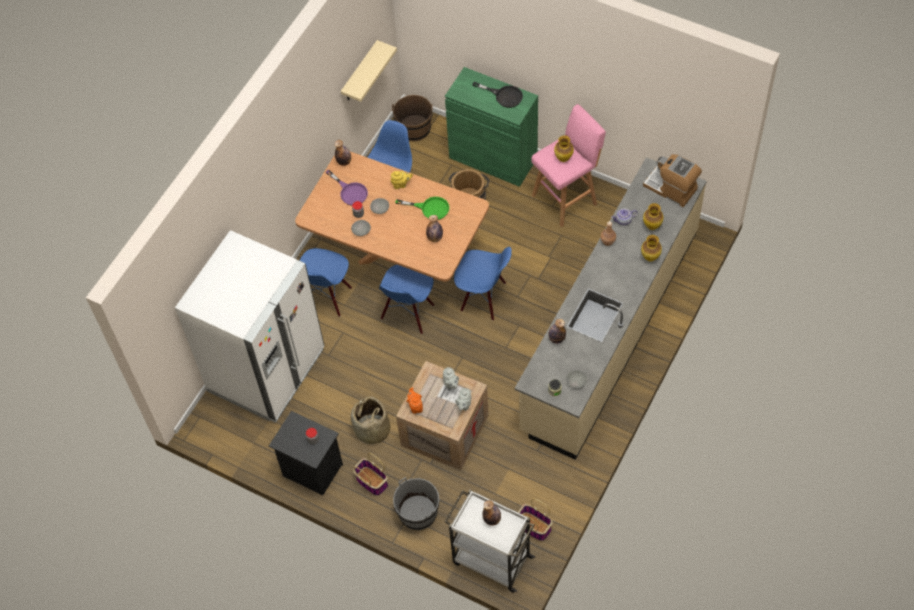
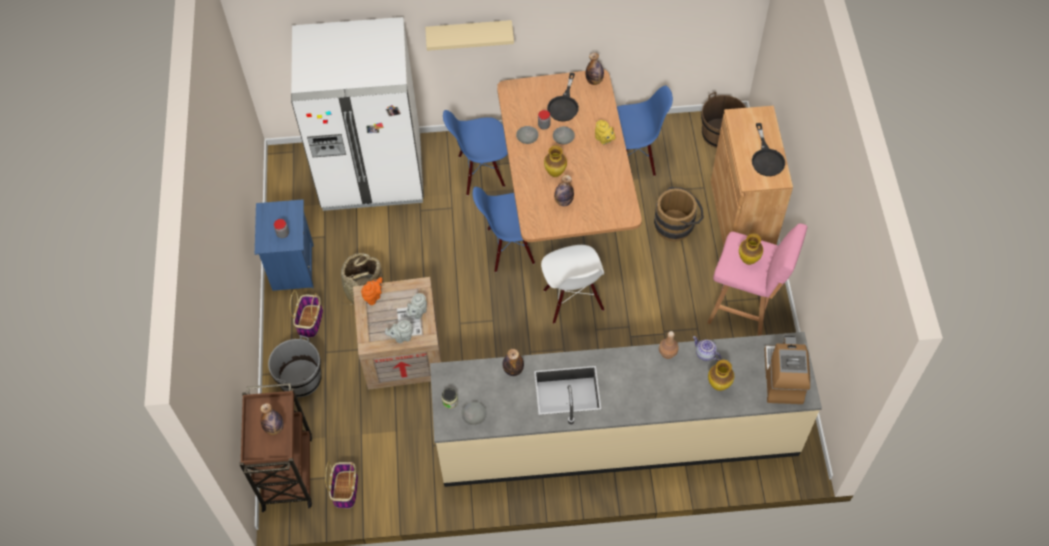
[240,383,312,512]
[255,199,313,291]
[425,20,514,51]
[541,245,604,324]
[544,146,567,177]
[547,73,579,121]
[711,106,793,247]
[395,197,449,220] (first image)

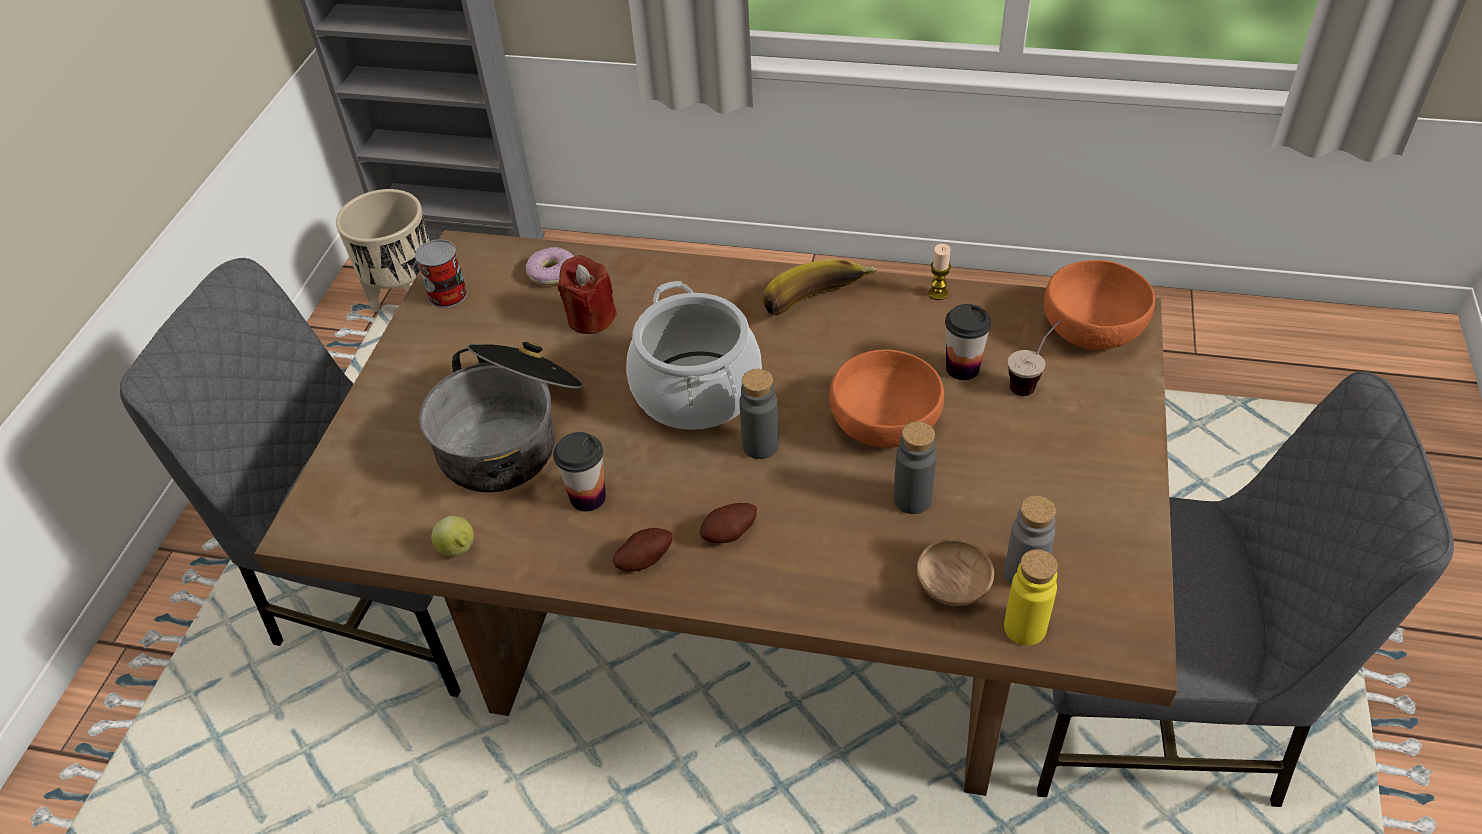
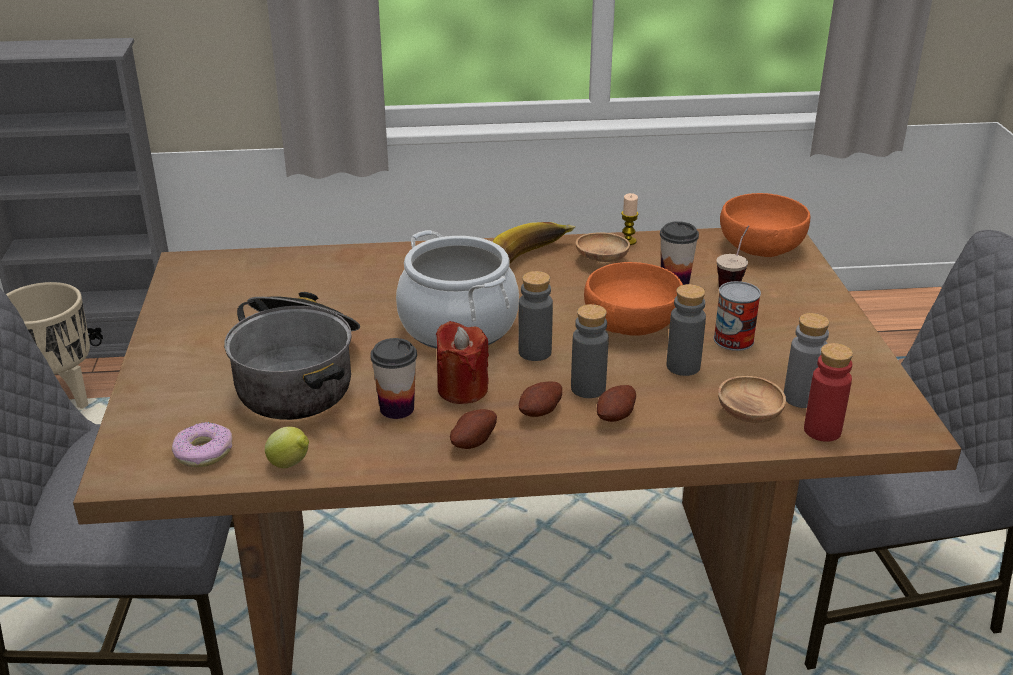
[172,422,232,468]
[436,321,489,404]
[571,304,609,398]
[576,233,630,264]
[597,385,636,422]
[714,281,761,351]
[804,343,853,442]

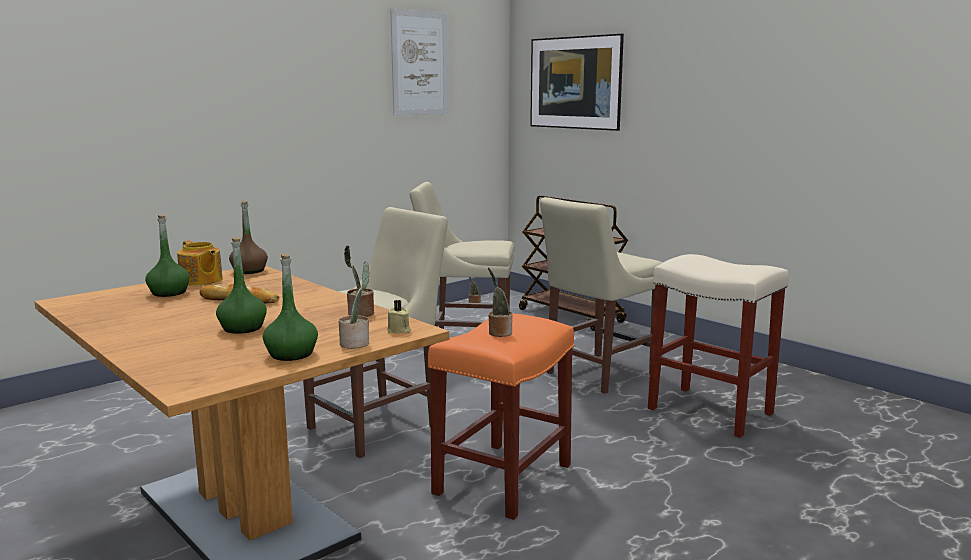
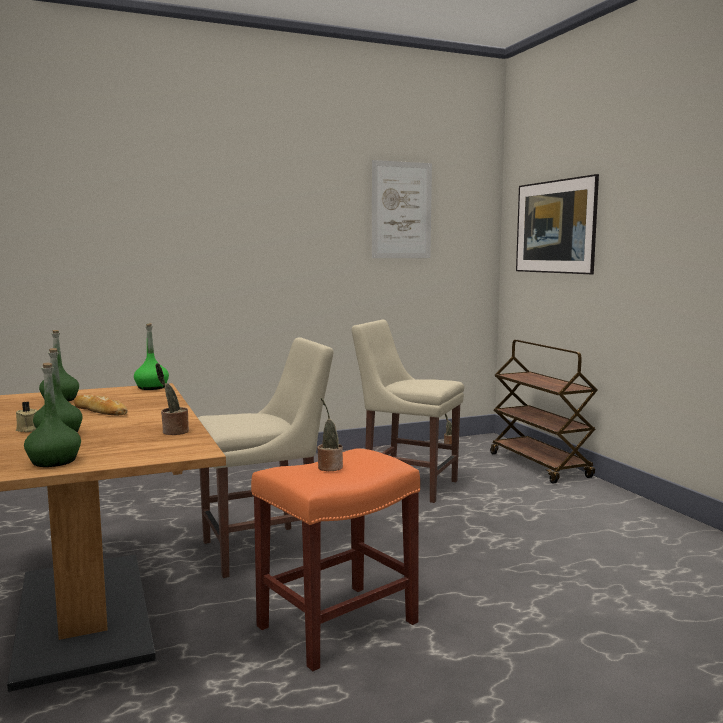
[16,402,37,432]
[134,323,169,390]
[177,241,223,286] (first image)
[339,261,369,349] (first image)
[540,197,662,394] (first image)
[648,254,789,438] (first image)

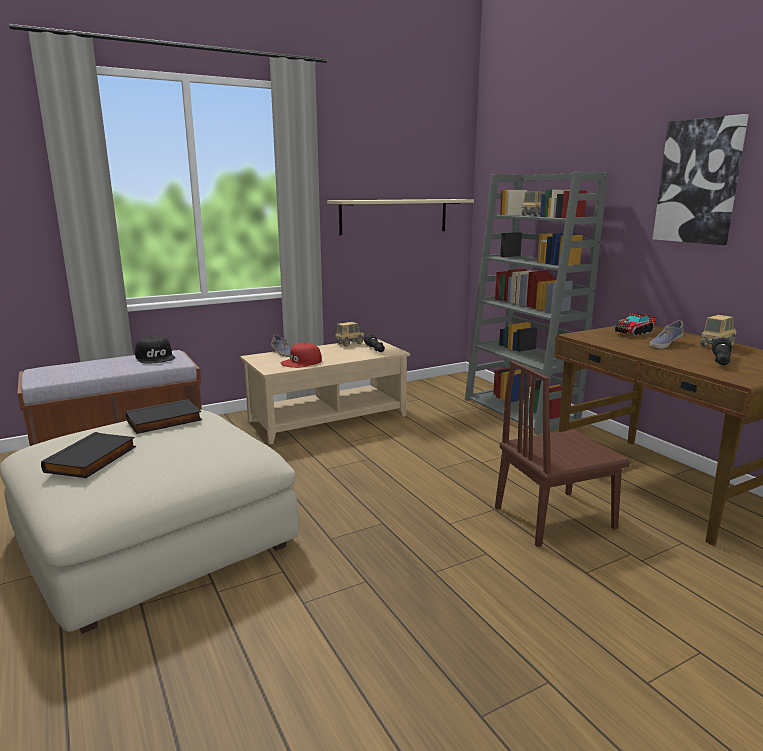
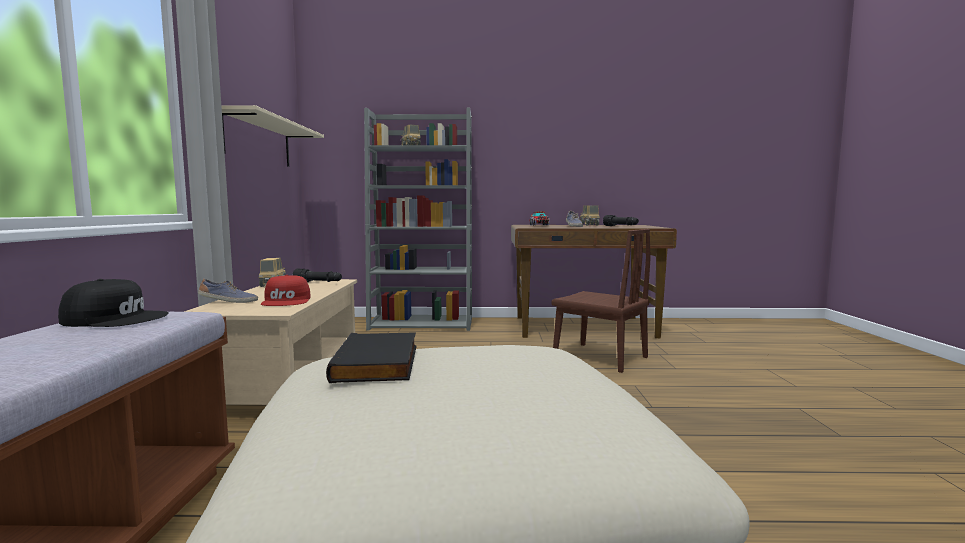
[551,229,651,373]
[41,432,136,478] (first image)
[653,114,749,245] (first image)

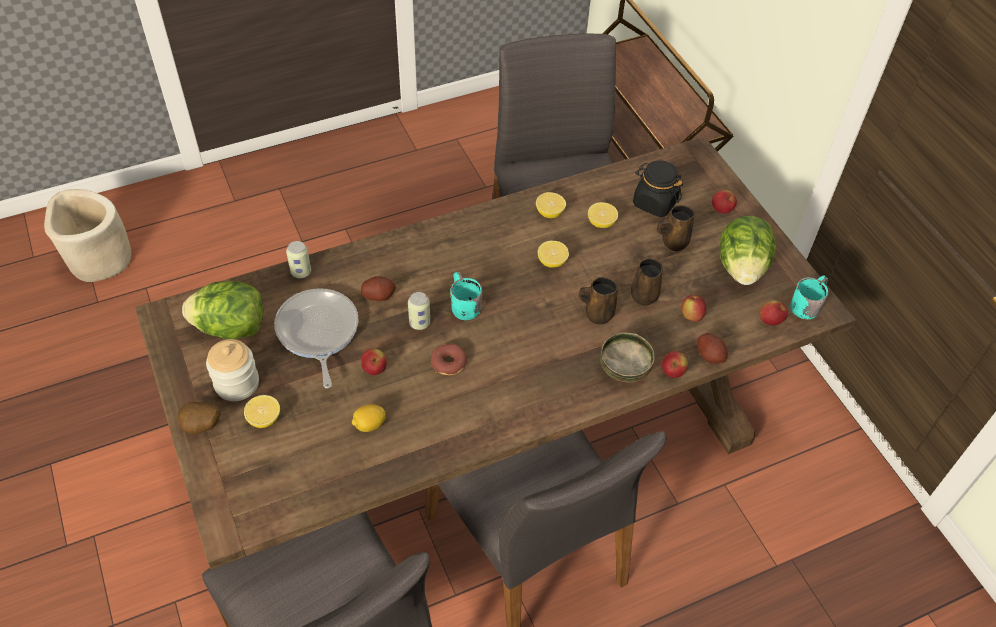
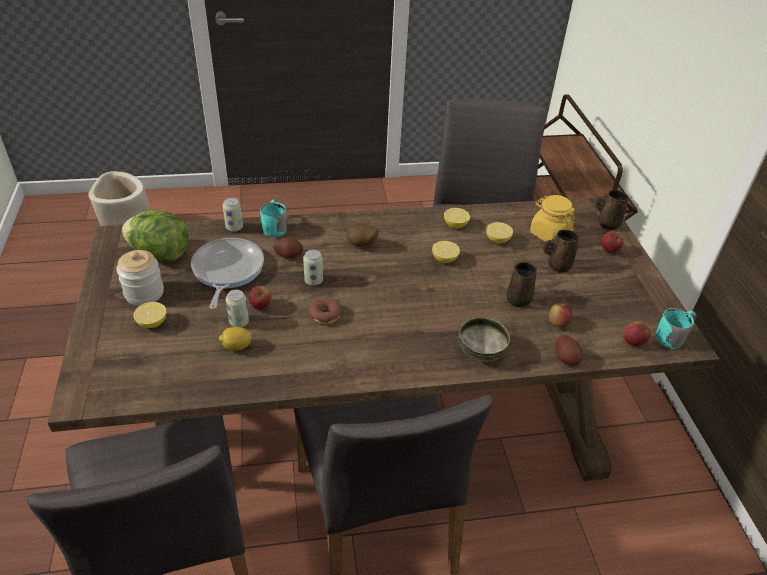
[226,290,249,327]
[260,200,287,237]
[347,223,379,247]
[530,195,575,242]
[595,190,629,230]
[662,351,688,378] (first image)
[720,216,776,285] (first image)

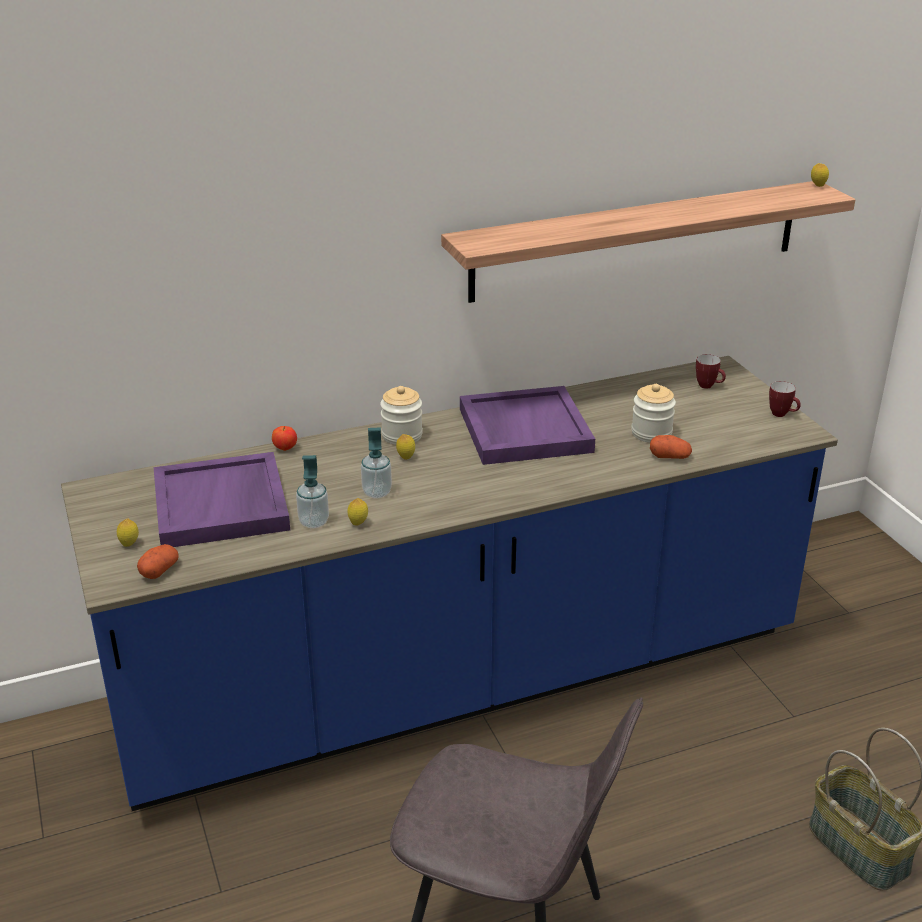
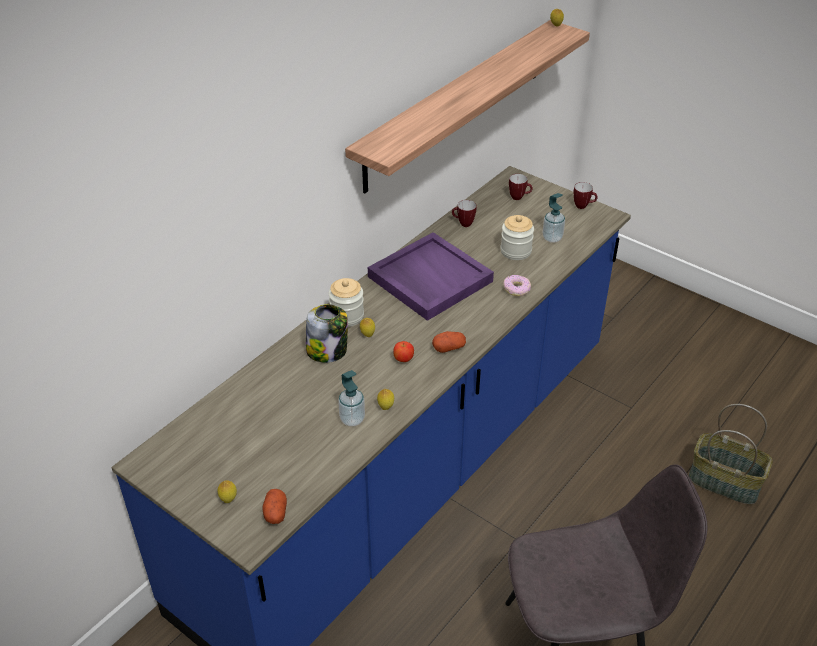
[306,304,348,363]
[393,341,414,362]
[432,331,466,353]
[452,200,477,227]
[503,275,531,296]
[543,193,565,243]
[154,452,290,547] (first image)

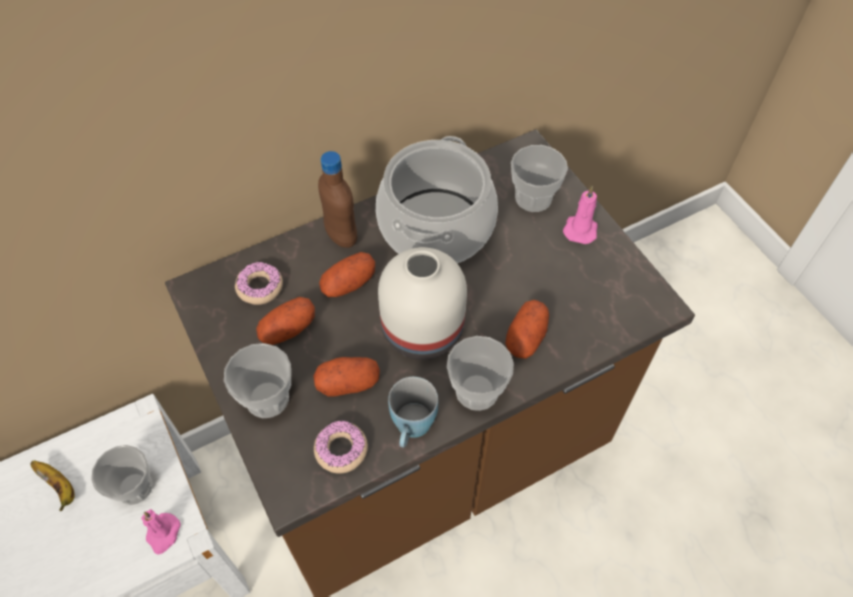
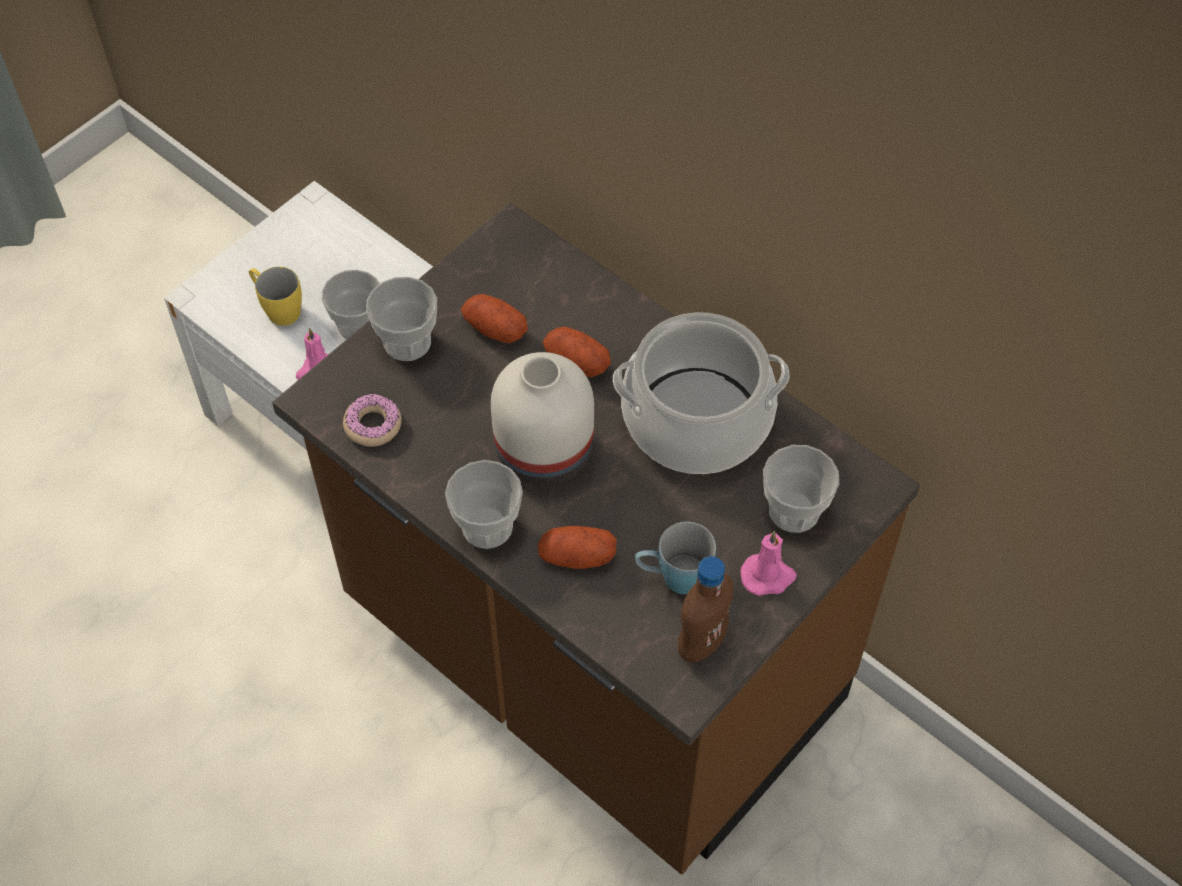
[249,267,302,326]
[635,522,716,594]
[678,556,733,662]
[30,460,75,511] (first image)
[235,262,283,305] (first image)
[313,357,380,397] (first image)

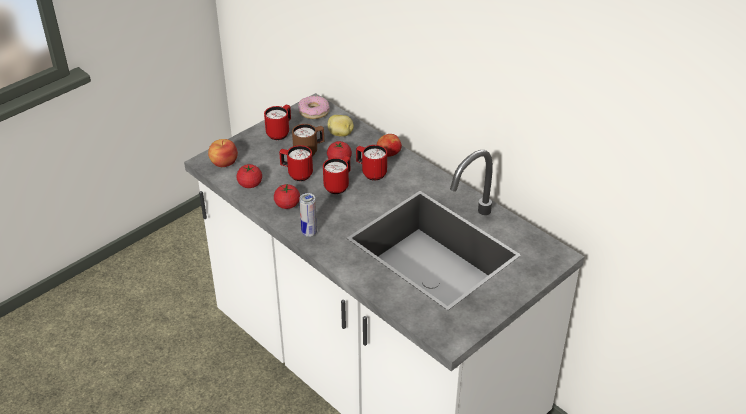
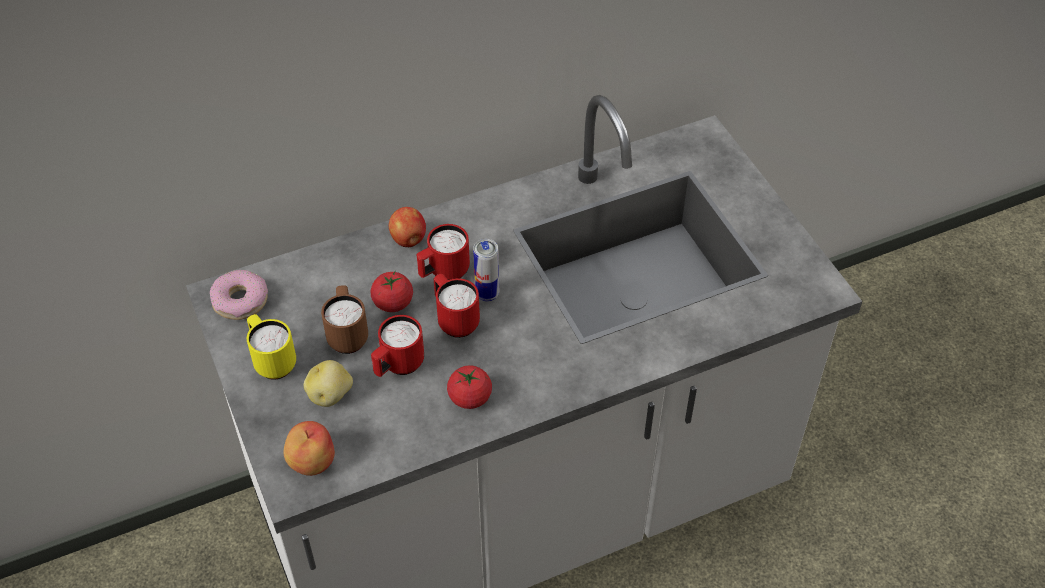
[247,314,296,380]
[304,360,353,407]
[473,239,499,301]
[236,164,262,188] (first image)

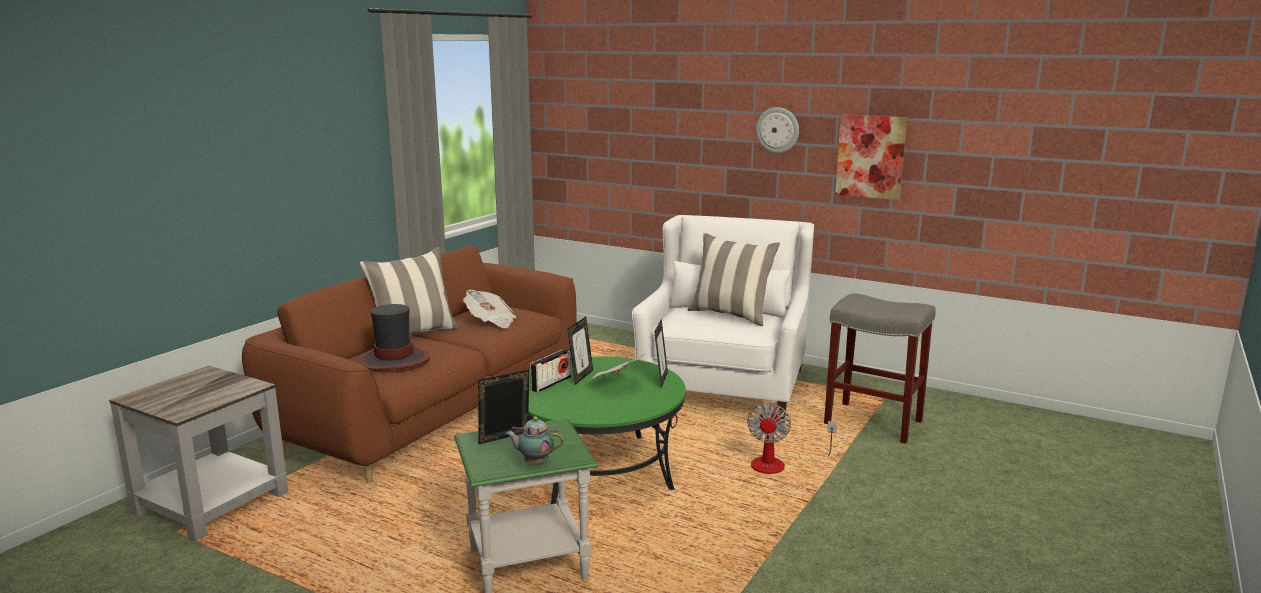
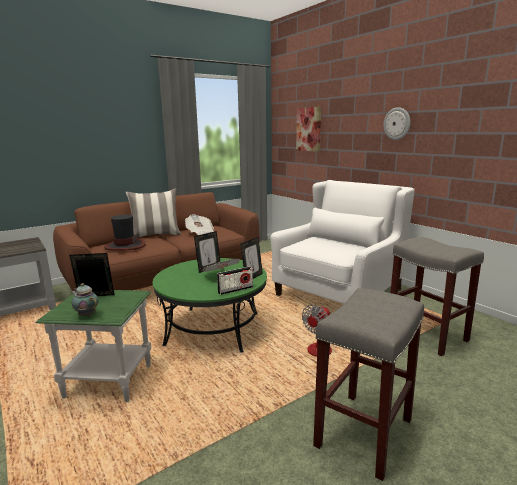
[217,267,253,295]
[296,107,321,152]
[313,288,424,481]
[688,233,780,326] (first image)

